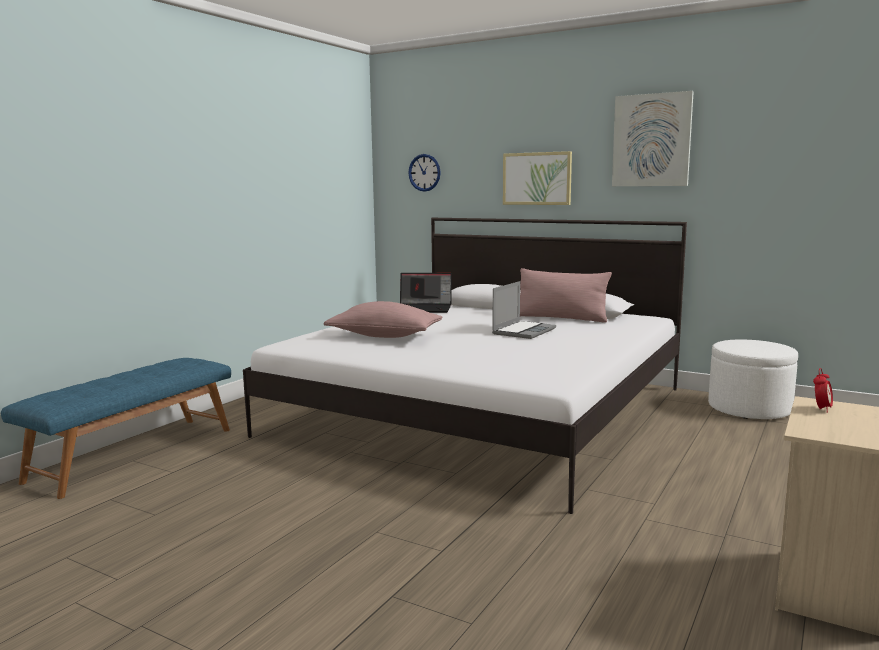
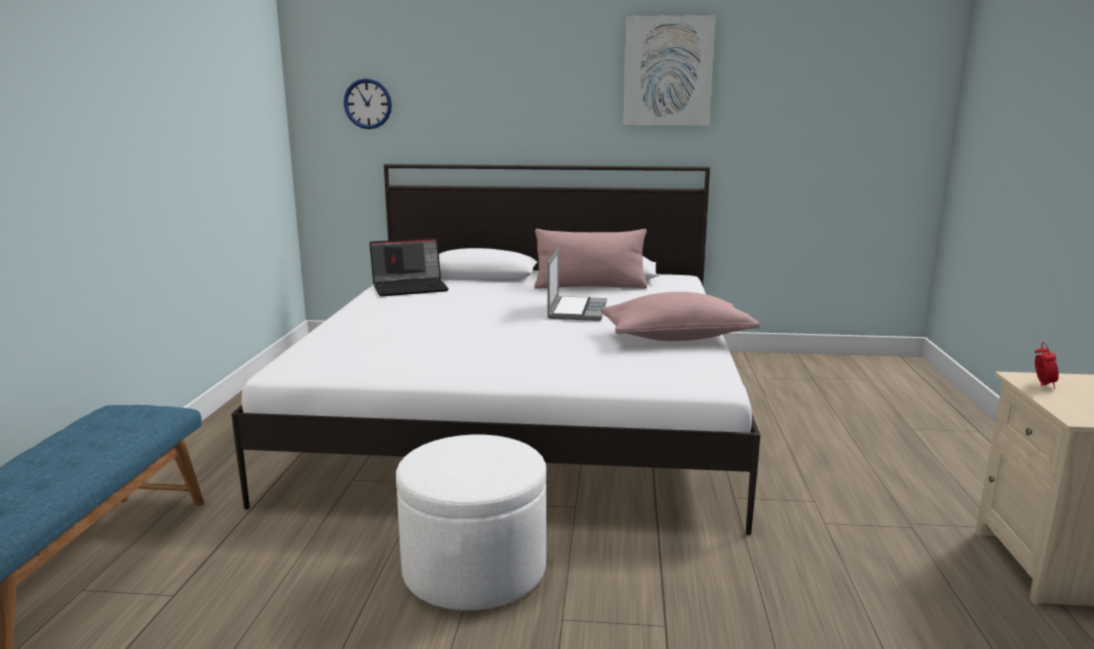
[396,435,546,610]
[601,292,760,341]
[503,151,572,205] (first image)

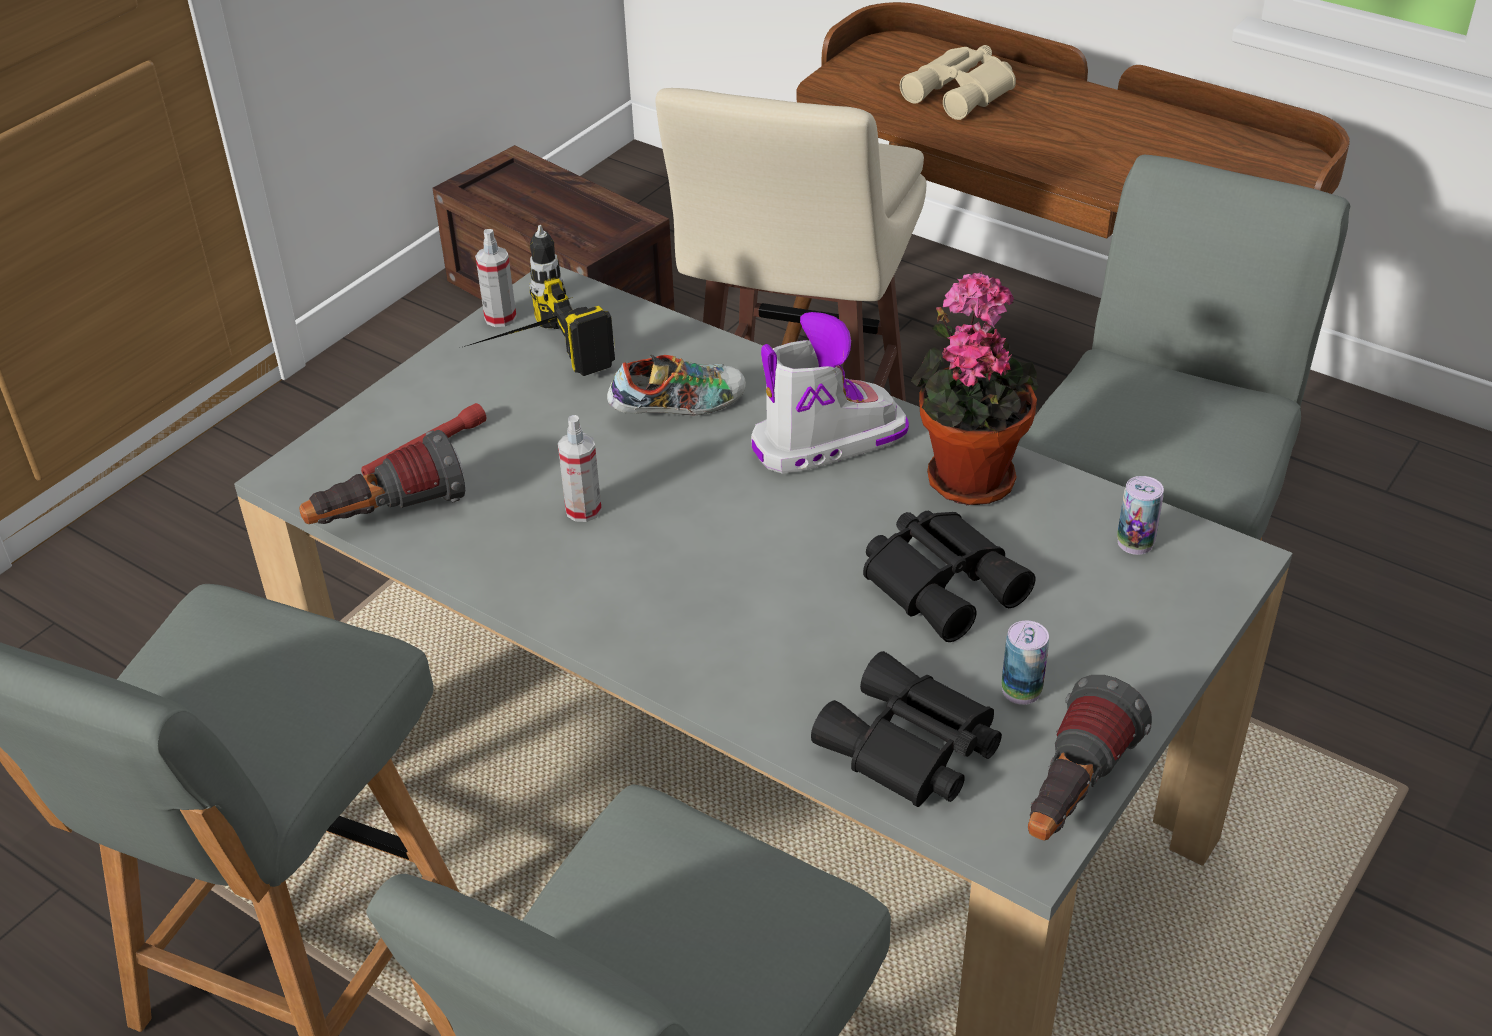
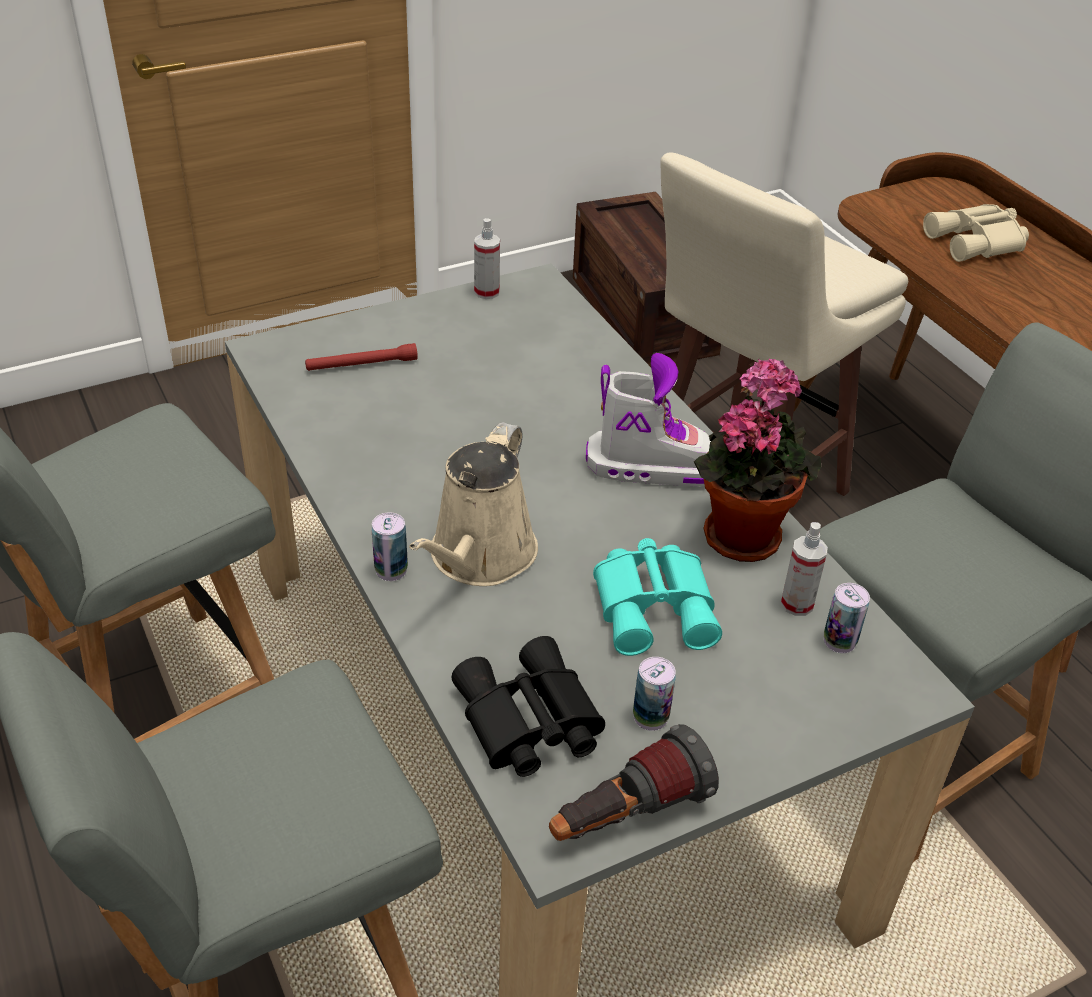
[371,512,408,581]
[409,422,538,586]
[593,538,722,656]
[781,522,828,616]
[299,430,465,524] (first image)
[464,225,615,376] (first image)
[607,355,746,416] (first image)

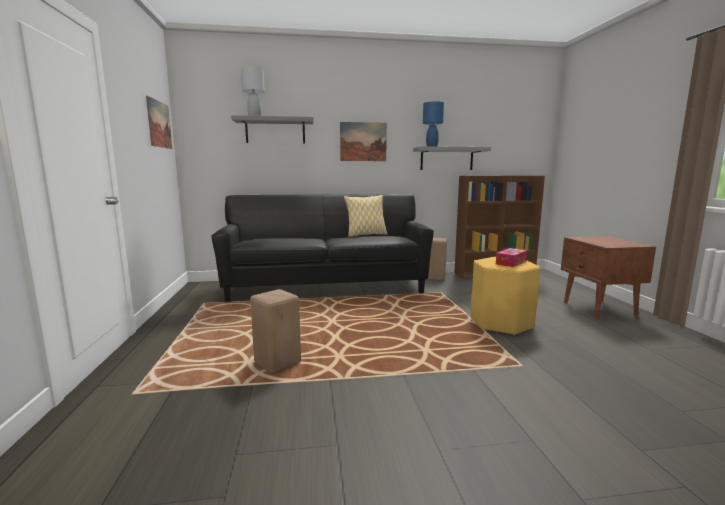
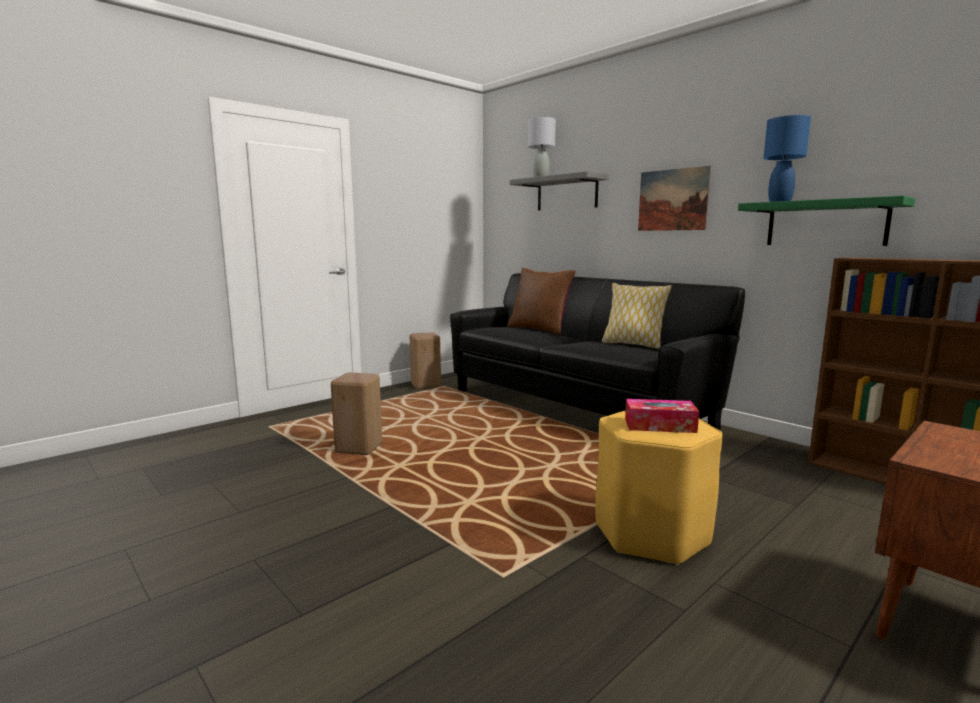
[410,332,441,389]
[507,268,576,335]
[738,196,915,246]
[146,96,172,149] (first image)

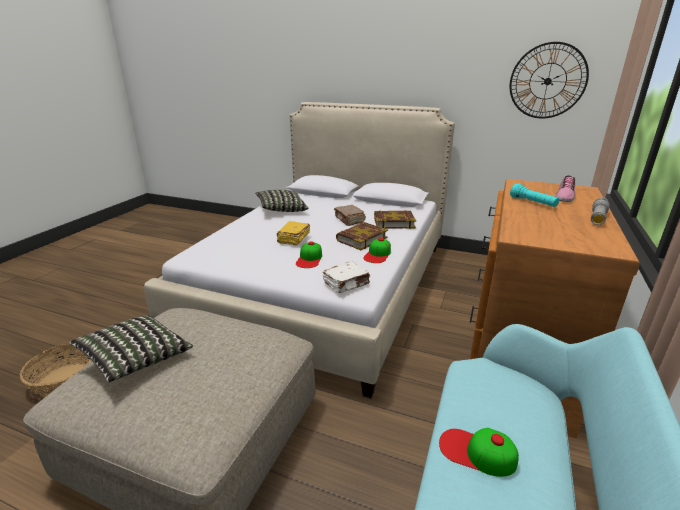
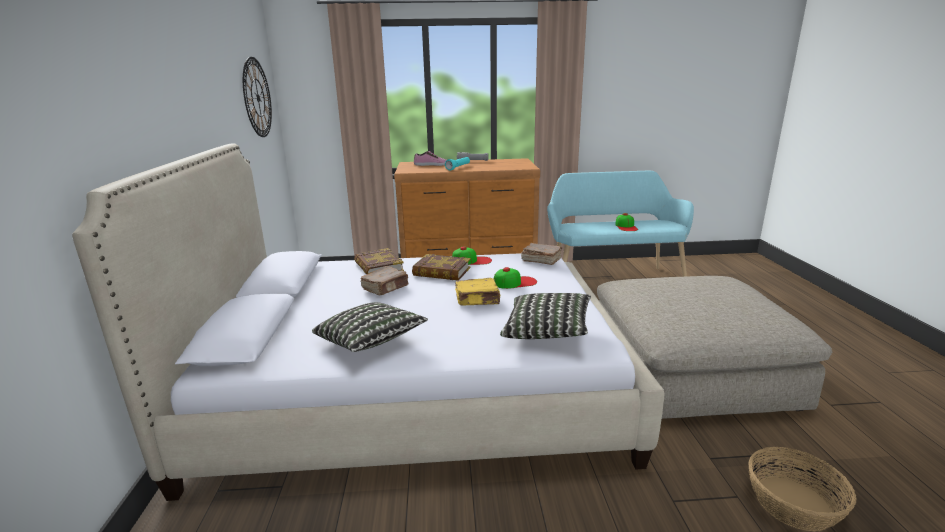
[500,293,591,339]
[521,243,562,265]

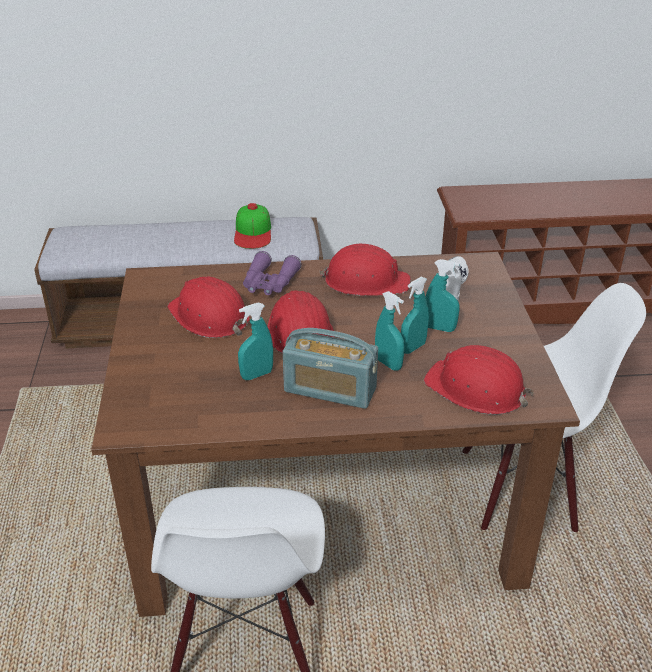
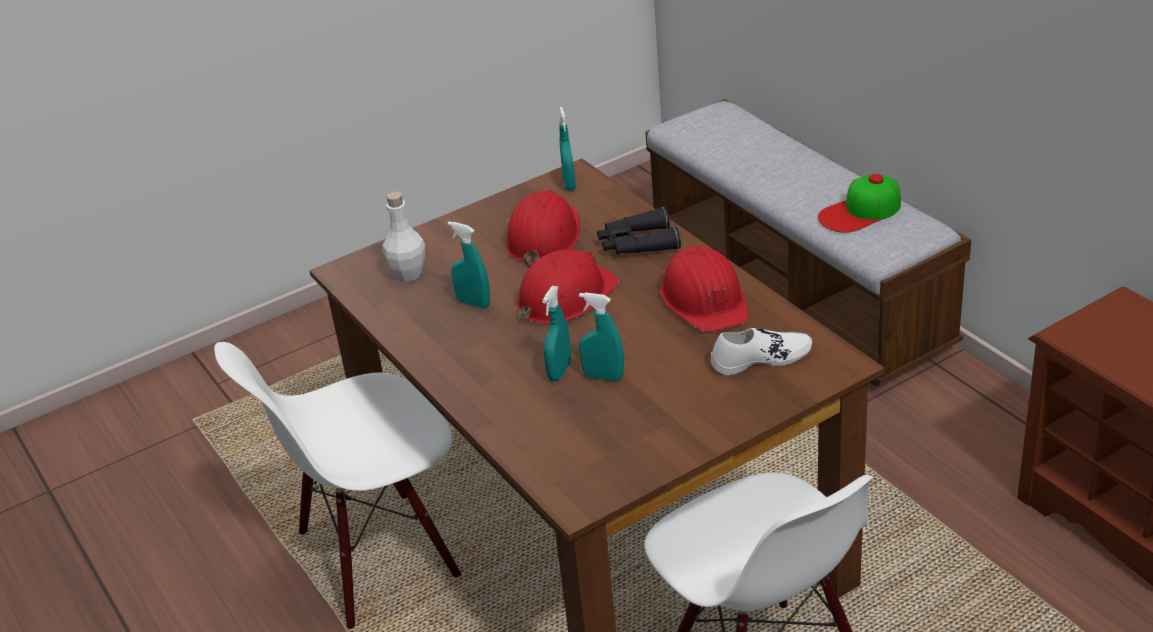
[382,191,425,282]
[559,107,576,191]
[597,207,681,255]
[283,328,378,409] (first image)
[424,345,534,415] (first image)

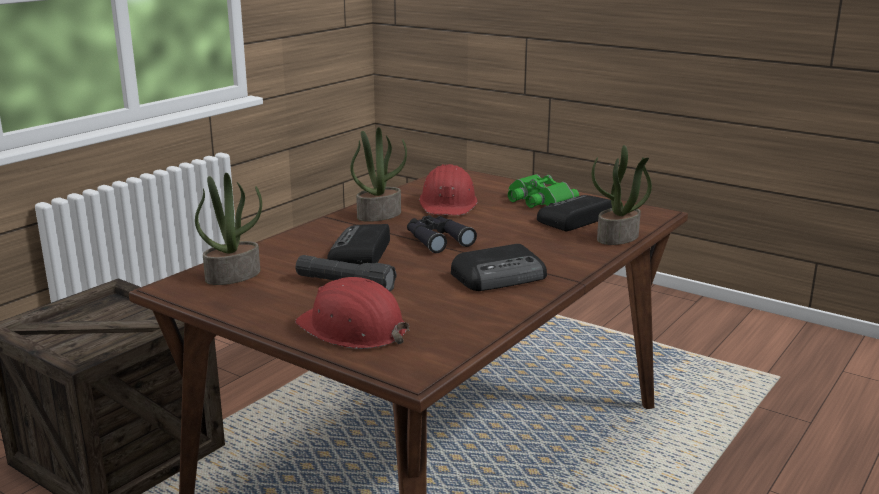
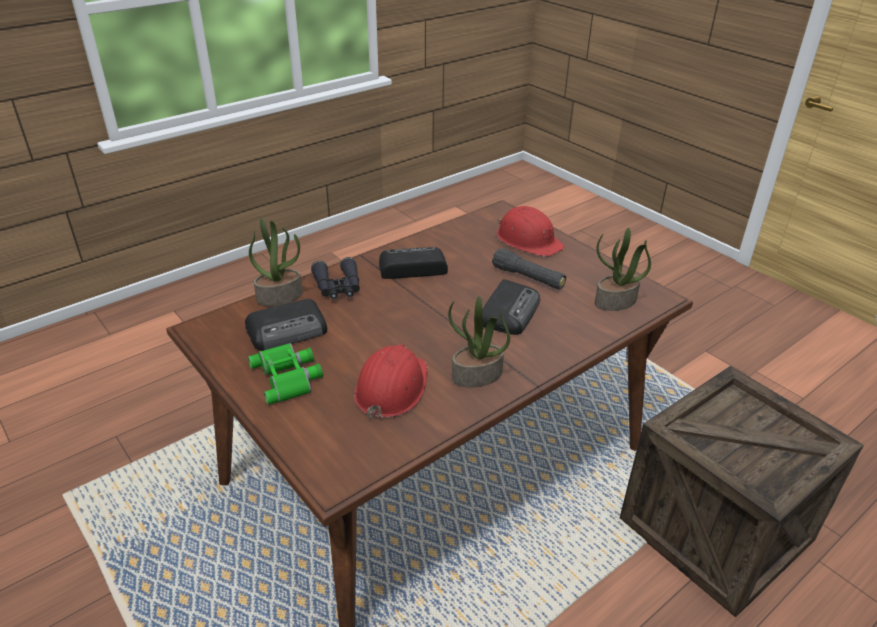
[311,257,360,299]

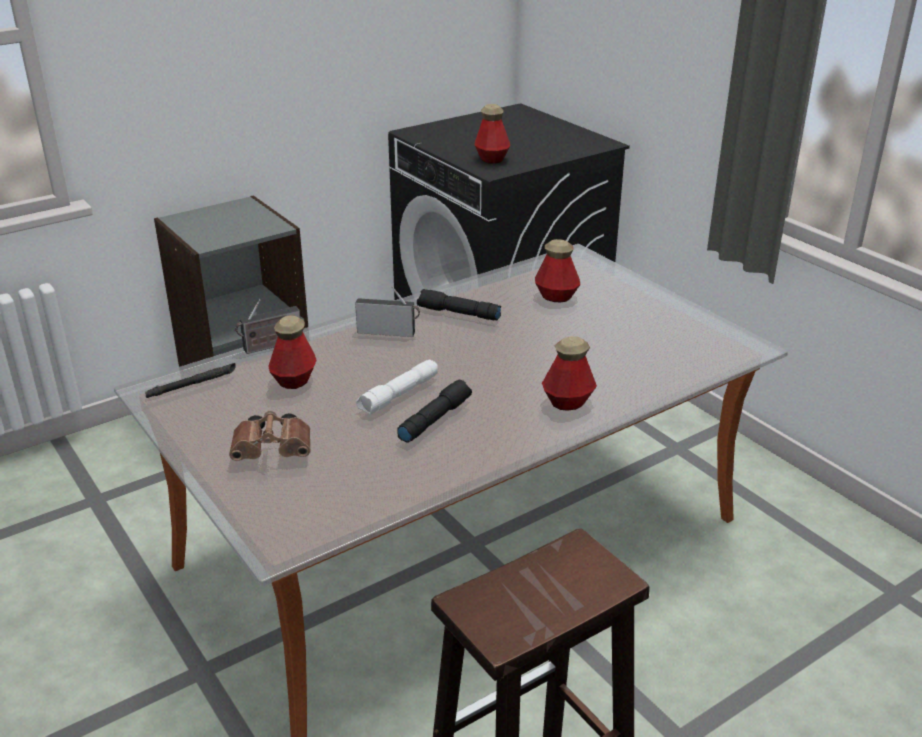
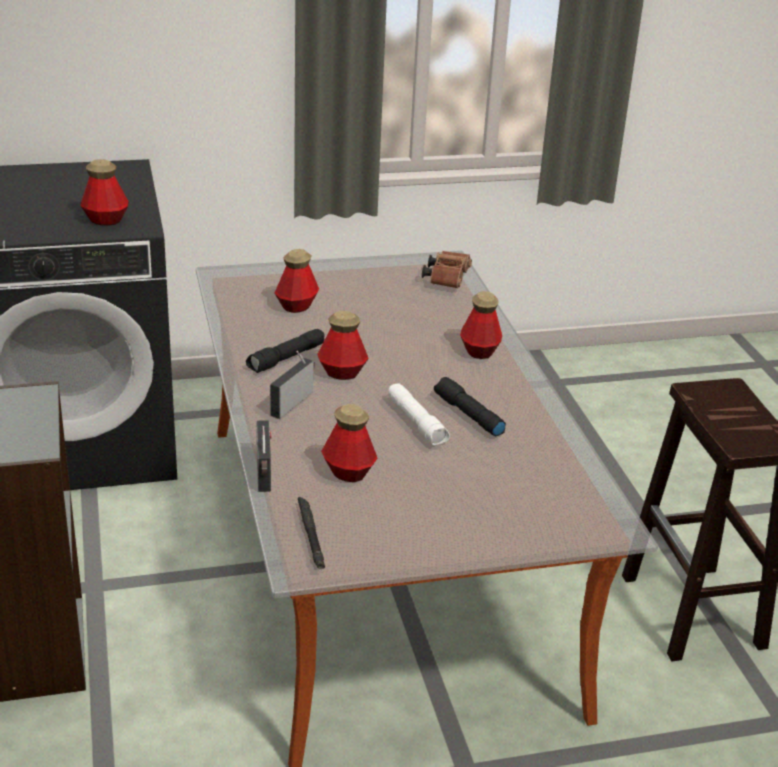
[317,311,369,380]
[422,251,472,289]

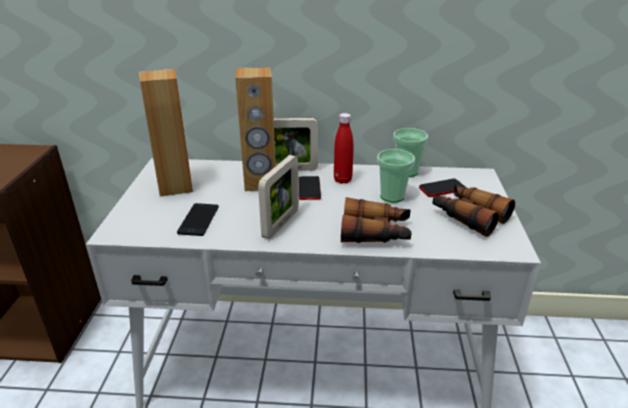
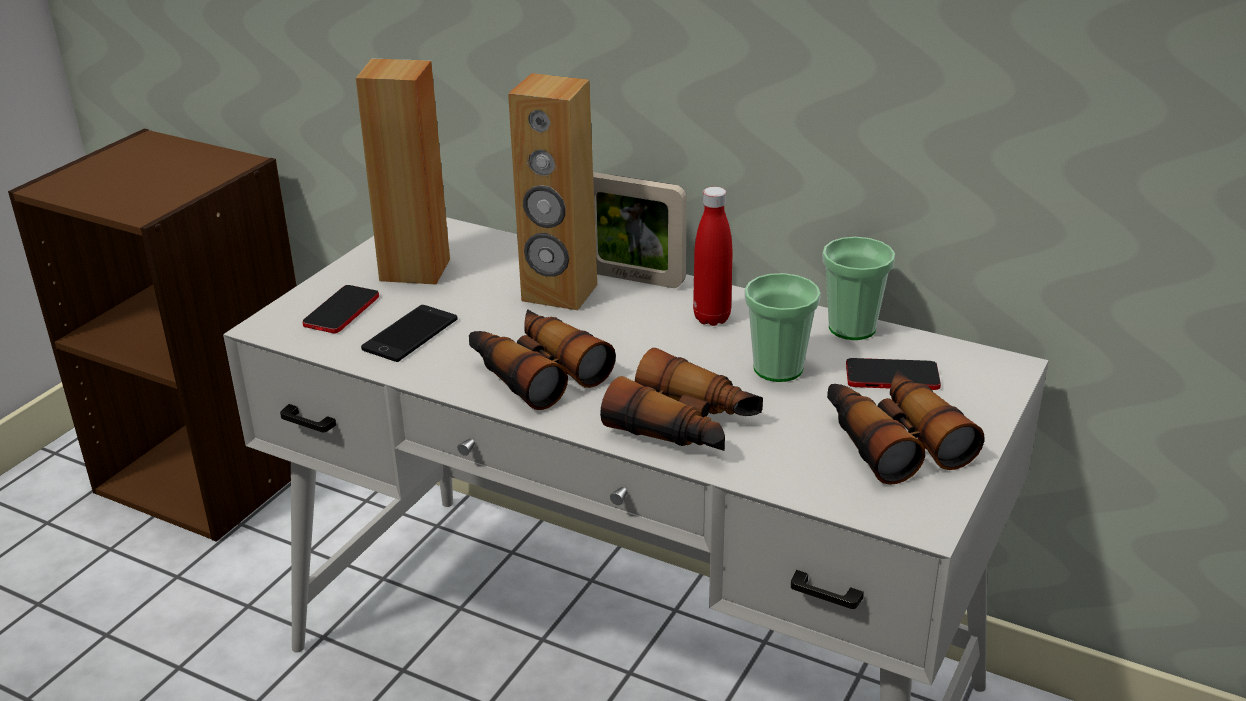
[303,285,379,334]
[469,310,616,410]

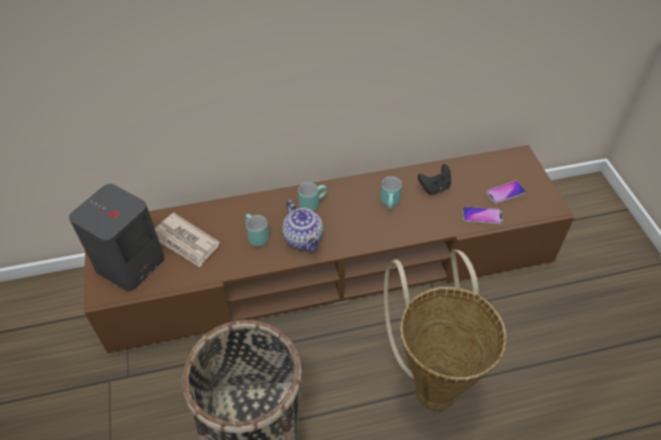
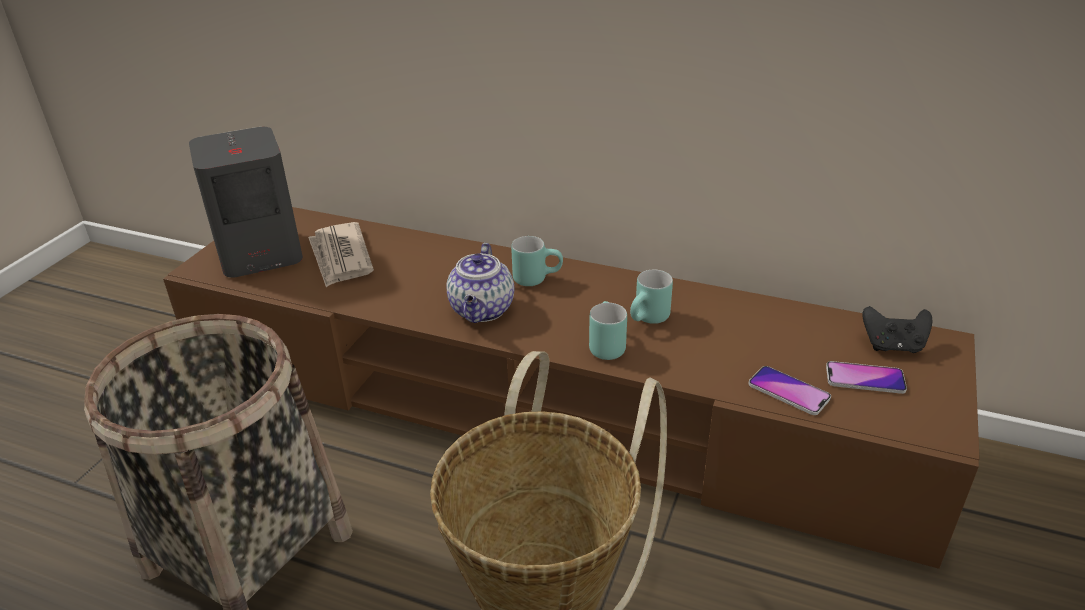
[589,301,627,360]
[862,306,932,353]

